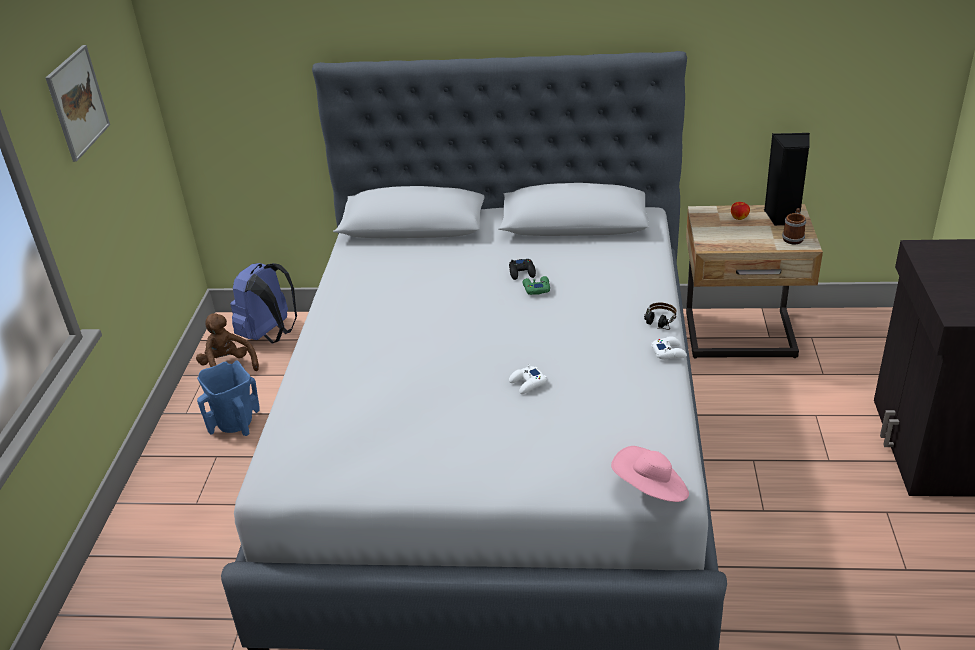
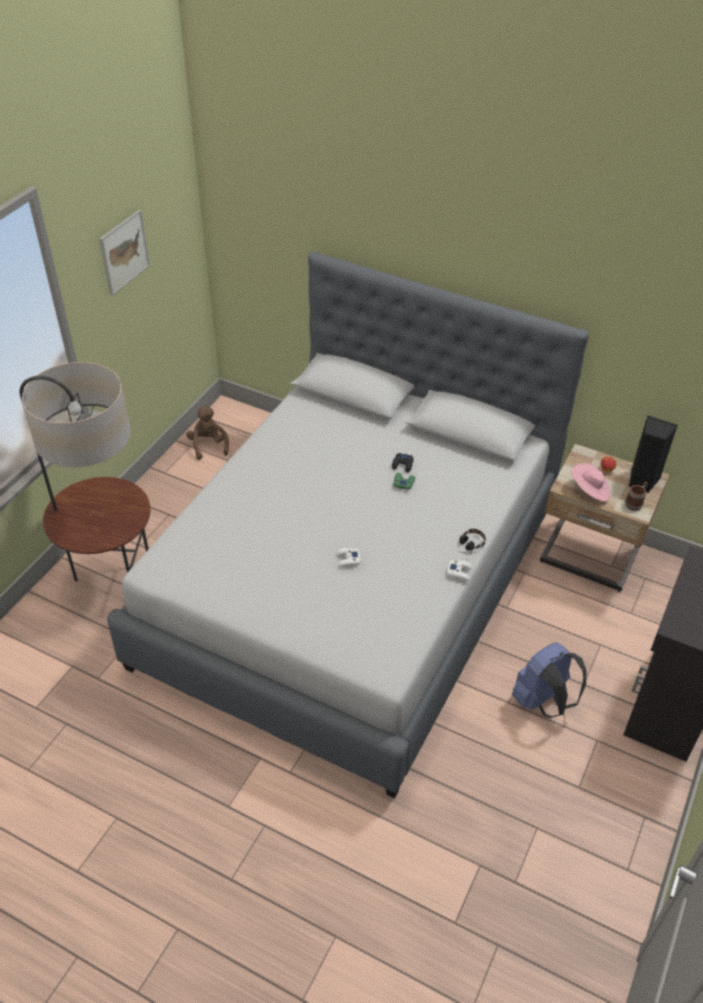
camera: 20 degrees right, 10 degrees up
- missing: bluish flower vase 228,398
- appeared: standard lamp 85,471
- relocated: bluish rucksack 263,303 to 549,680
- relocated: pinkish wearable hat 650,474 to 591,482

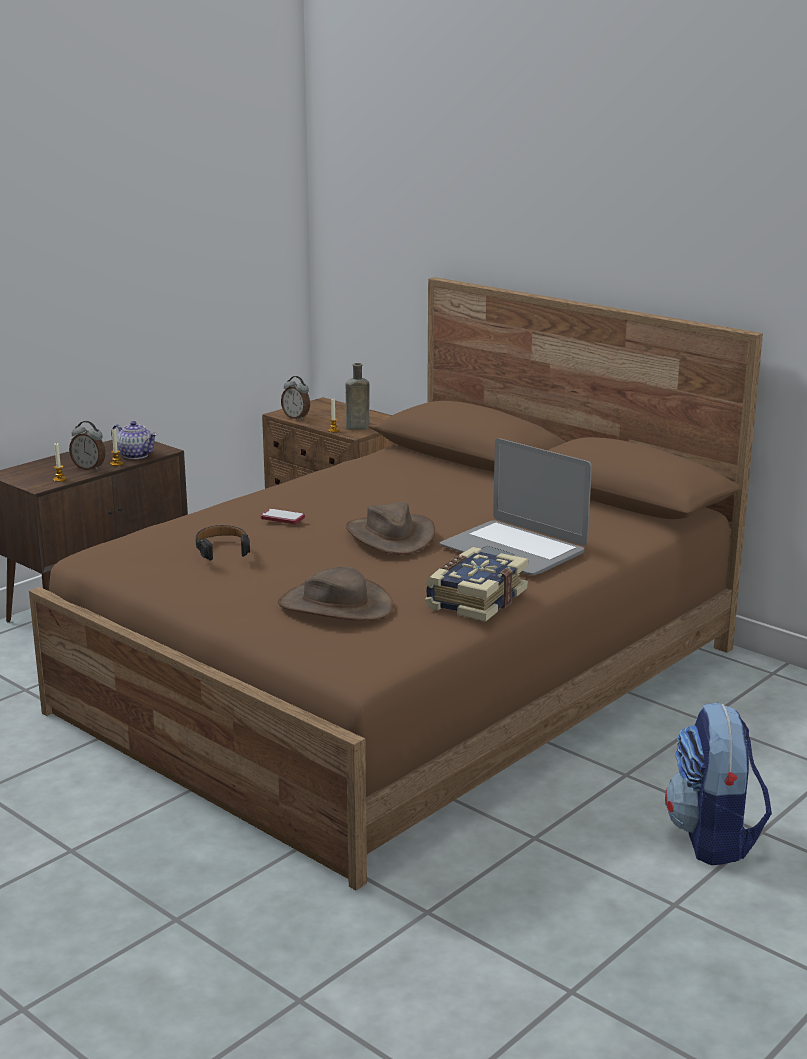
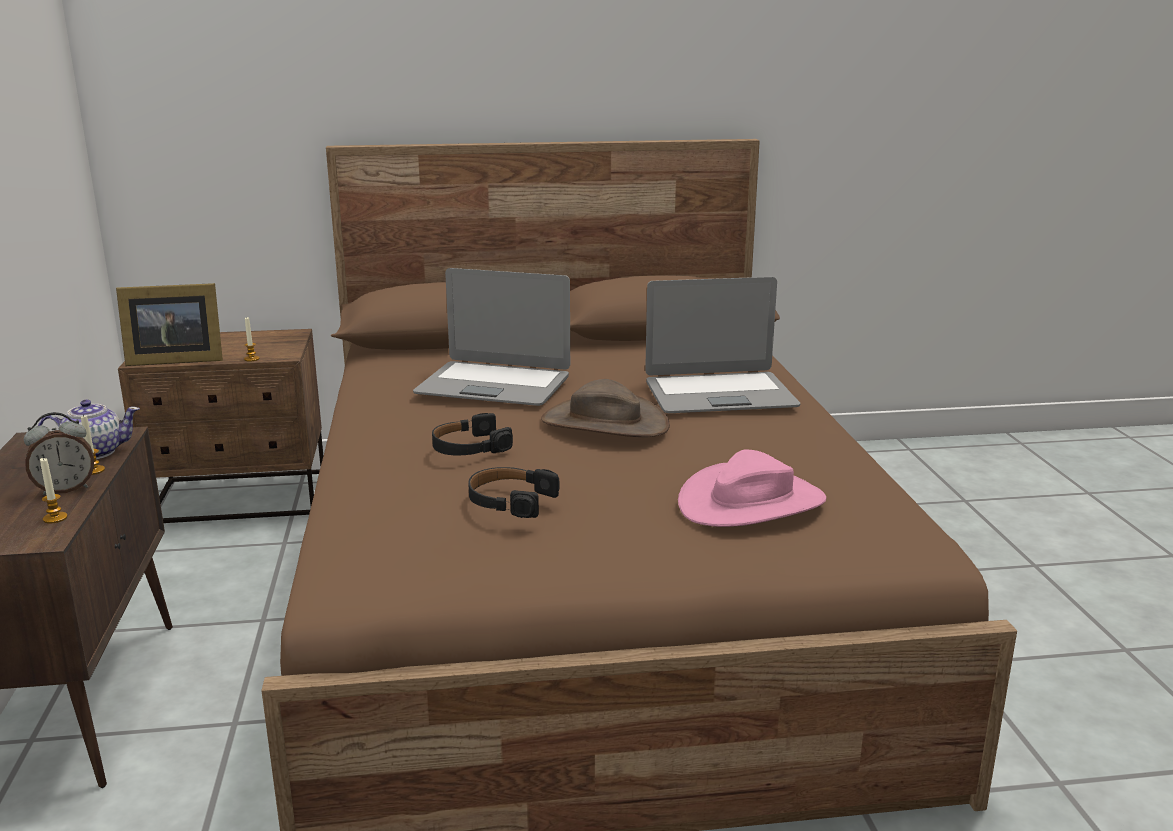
camera: 50 degrees left, 0 degrees up
- missing: brownish drink bottle 358,396
- missing: volume 476,584
- missing: rucksack 718,783
- appeared: portable computer 491,337
- exchanged: telephone 283,516 to black pair of headphones 472,434
- exchanged: table clock 295,398 to picture frame 169,324
- colour: brownish wearable hat 336,594 to pinkish wearable hat 752,488

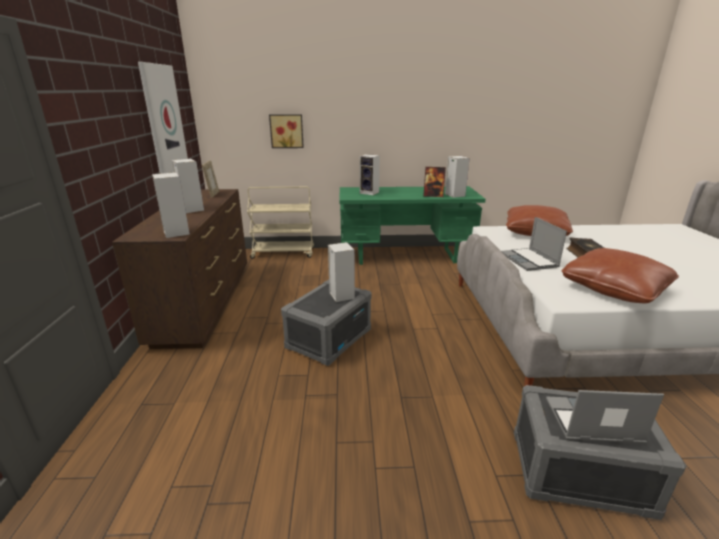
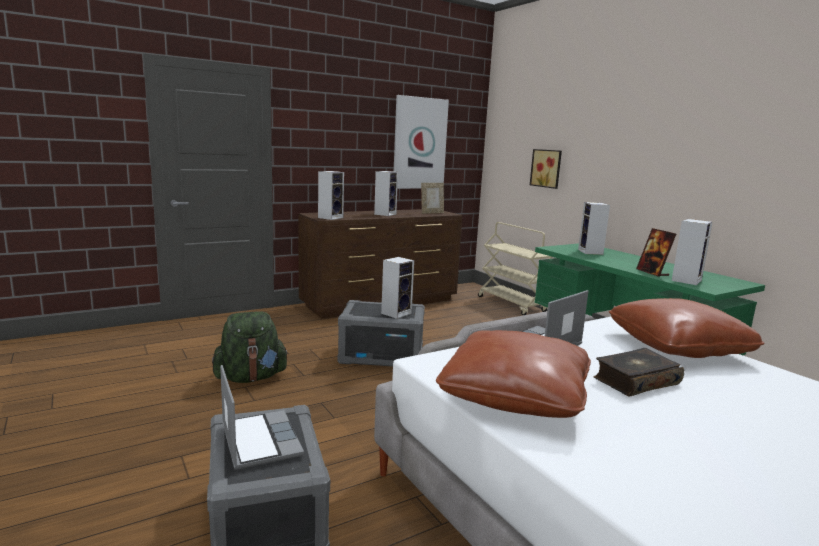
camera: 60 degrees right, 10 degrees down
- appeared: green-coloured rucksack 250,347

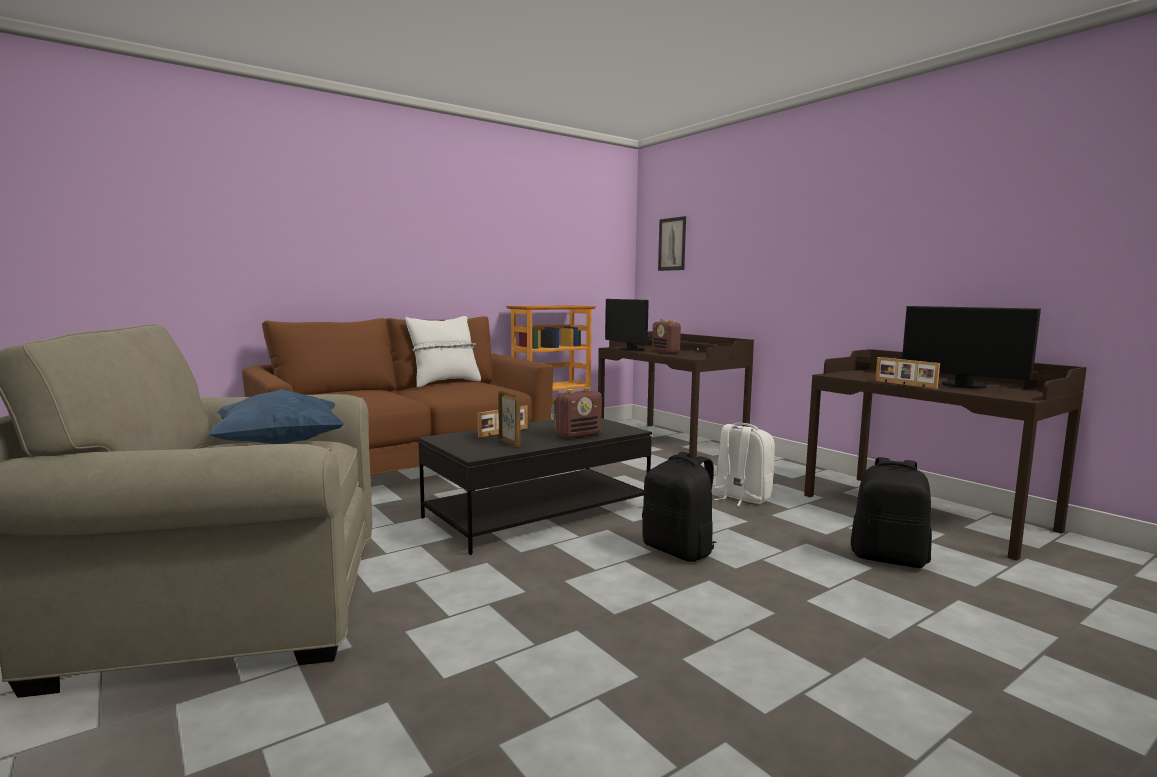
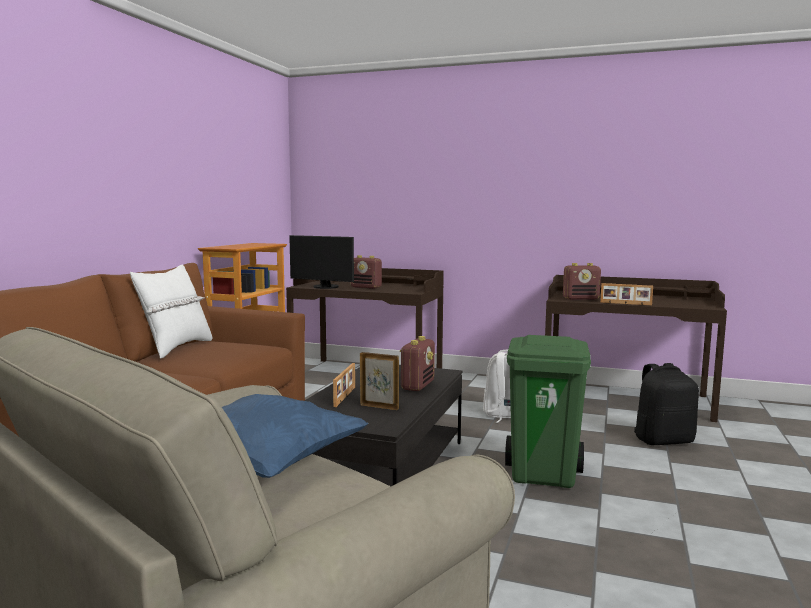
camera: 35 degrees left, 0 degrees up
- missing: wall art 672,243
- missing: computer screen 971,347
- appeared: radio receiver 582,281
- exchanged: black rucksack 679,507 to green-coloured rubbish bin 548,411

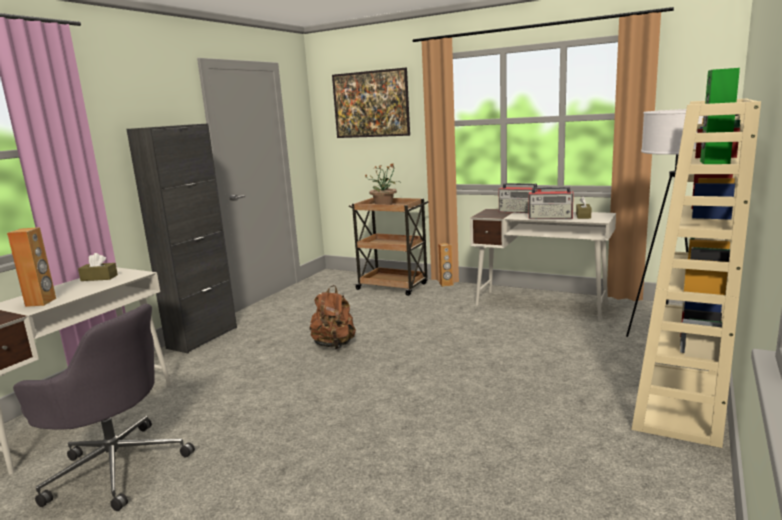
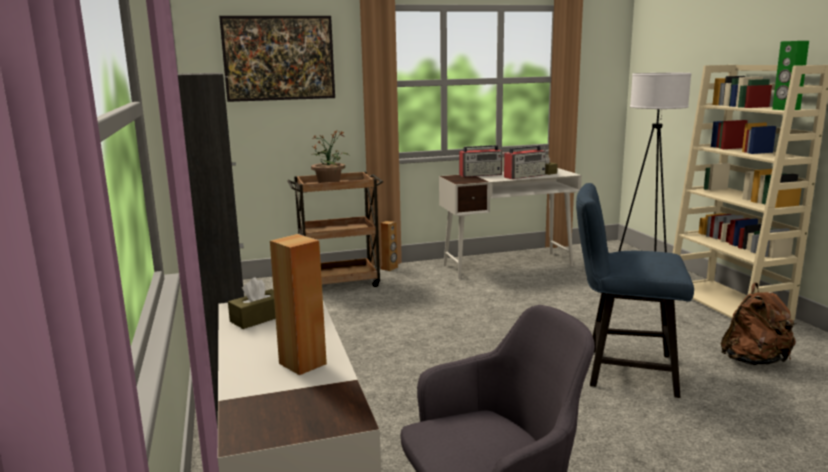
camera: 45 degrees left, 0 degrees up
- appeared: bluish chair 635,290
- relocated: brownish rucksack 332,317 to 758,324

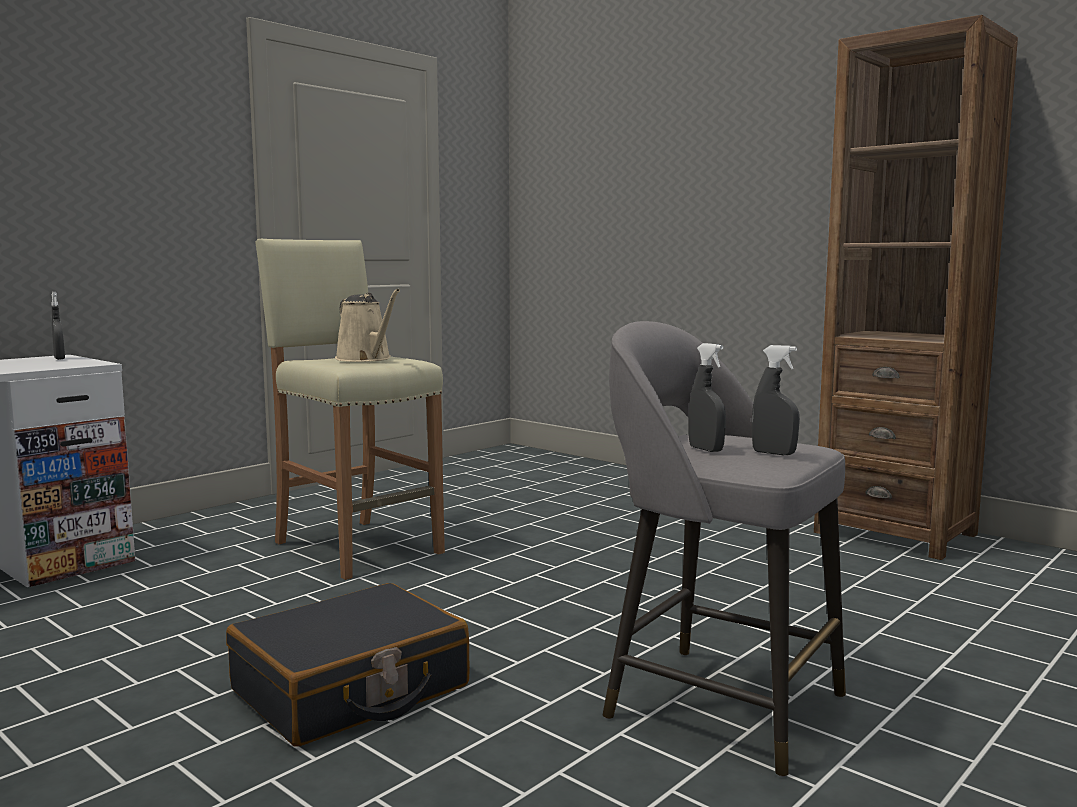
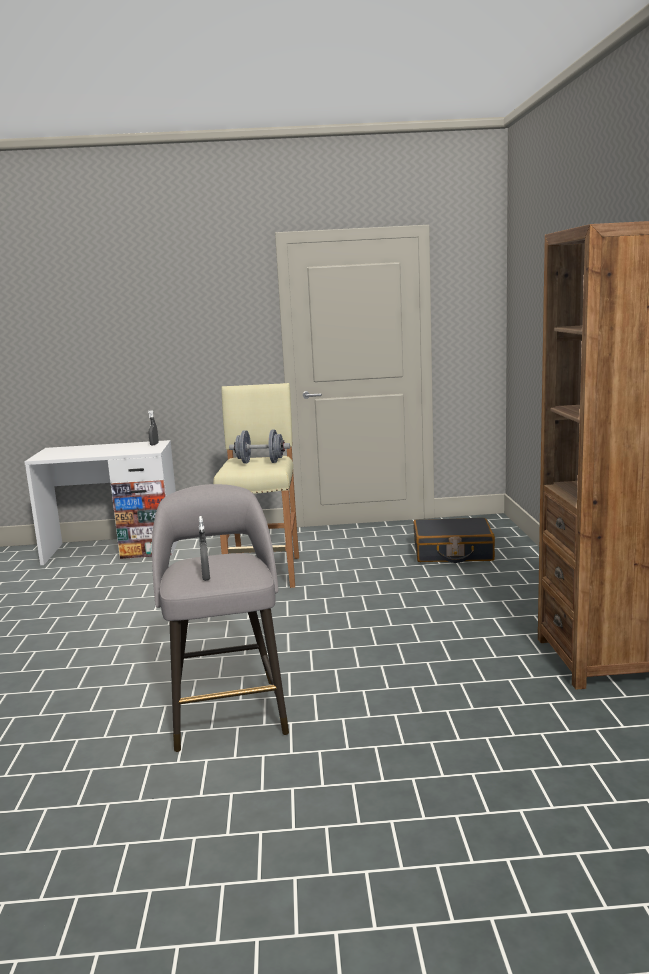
camera: 45 degrees right, 5 degrees up
- missing: gray sprayer 707,397
- relocated: black travel case 348,664 to 454,540
- exchanged: sand-coloured watering can 367,325 to gray dumbbell 259,446

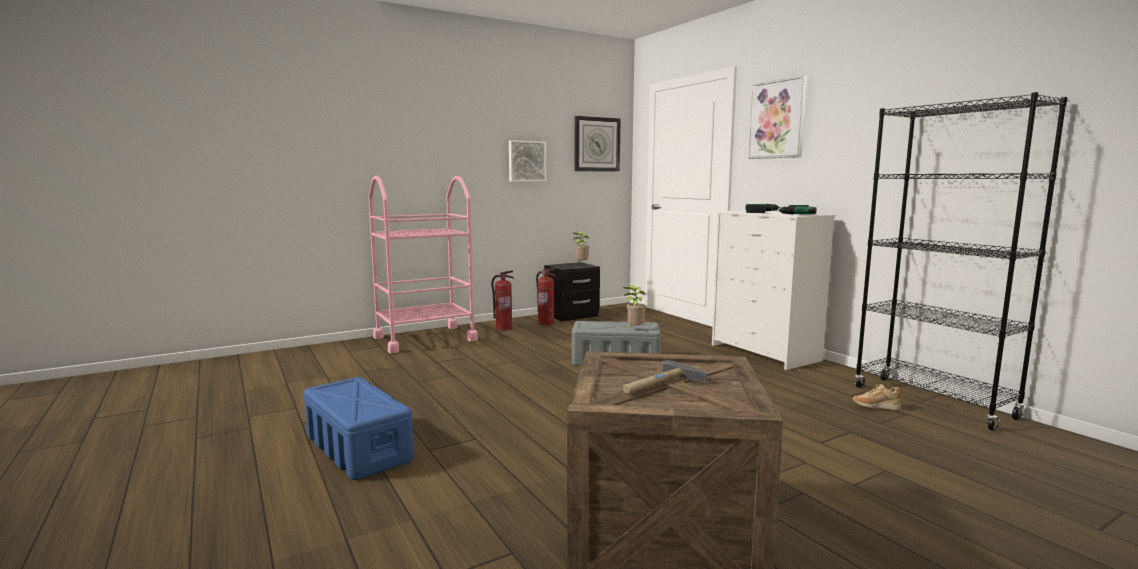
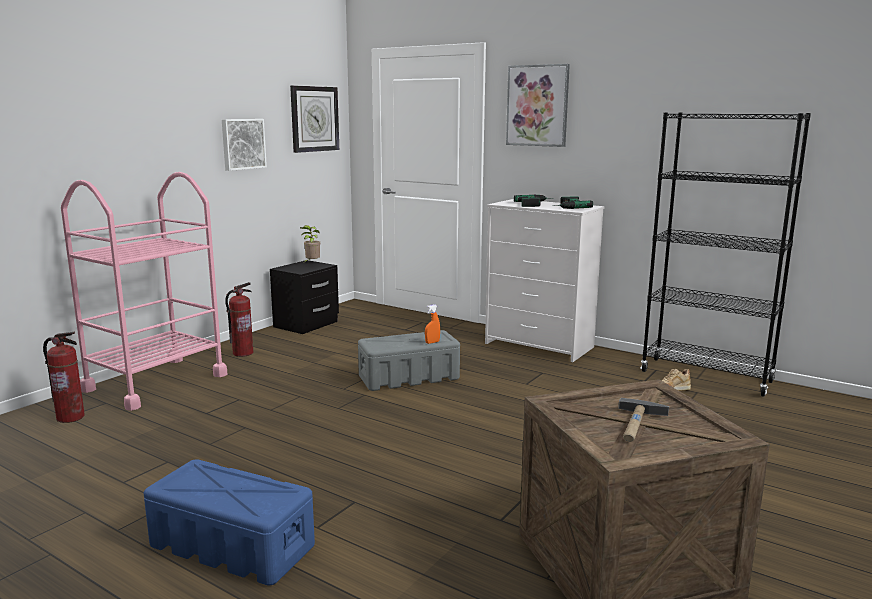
camera: 25 degrees left, 5 degrees up
- relocated: fire-fighting cylinder 545,296 to 64,377
- exchanged: houseplant 634,306 to orangey sprayer 432,324

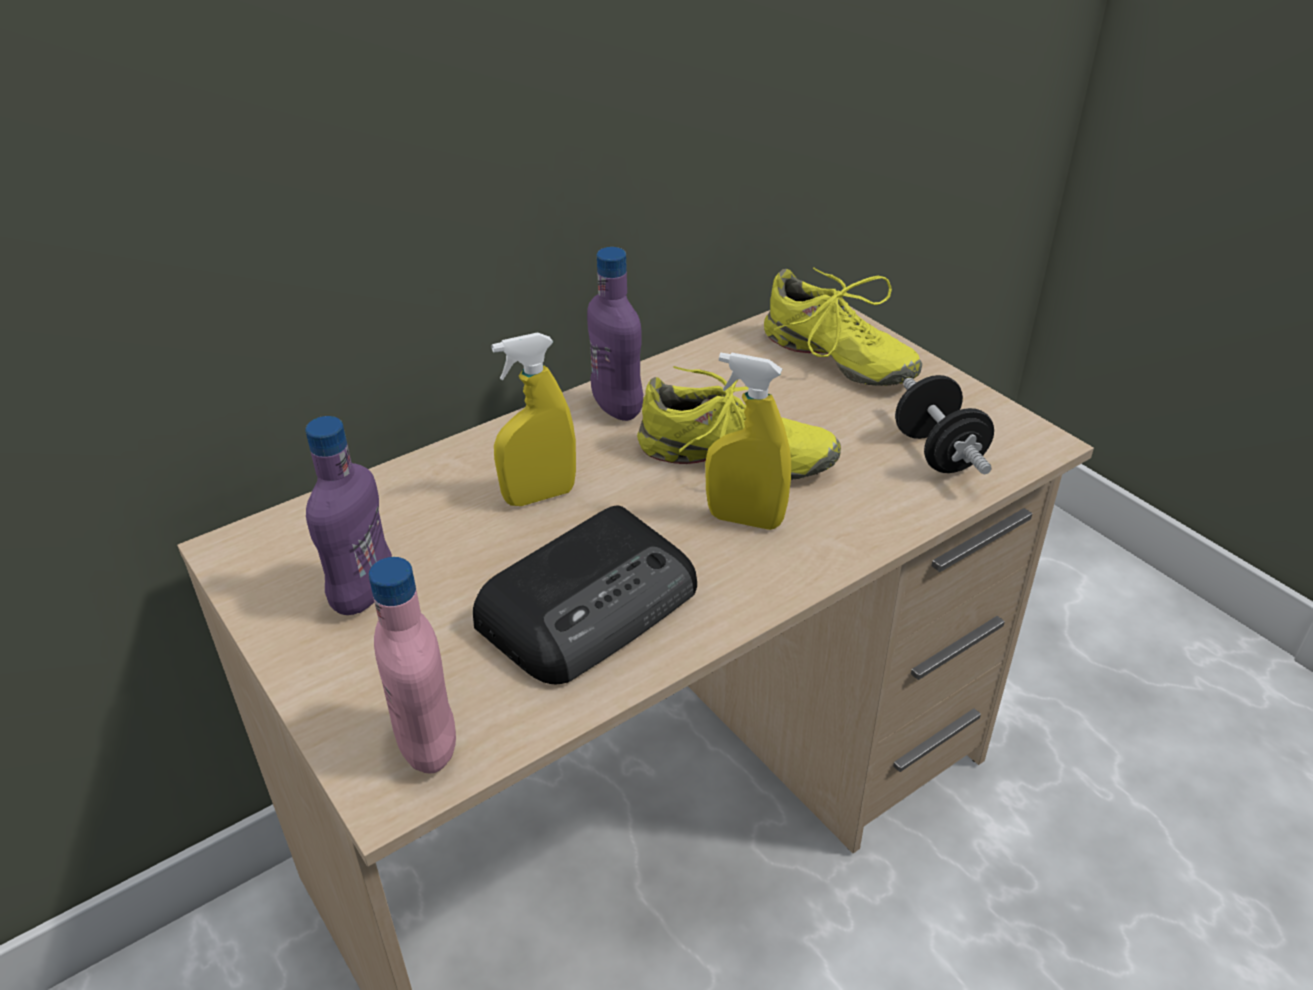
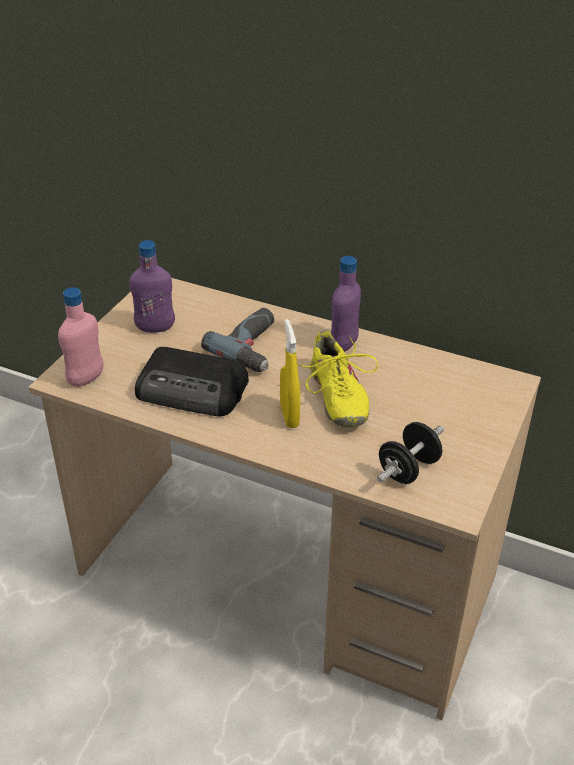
camera: 60 degrees right, 0 degrees up
- missing: yellow-coloured shoe 843,326
- exchanged: yellow-coloured sprayer 533,419 to electric drill 237,340

